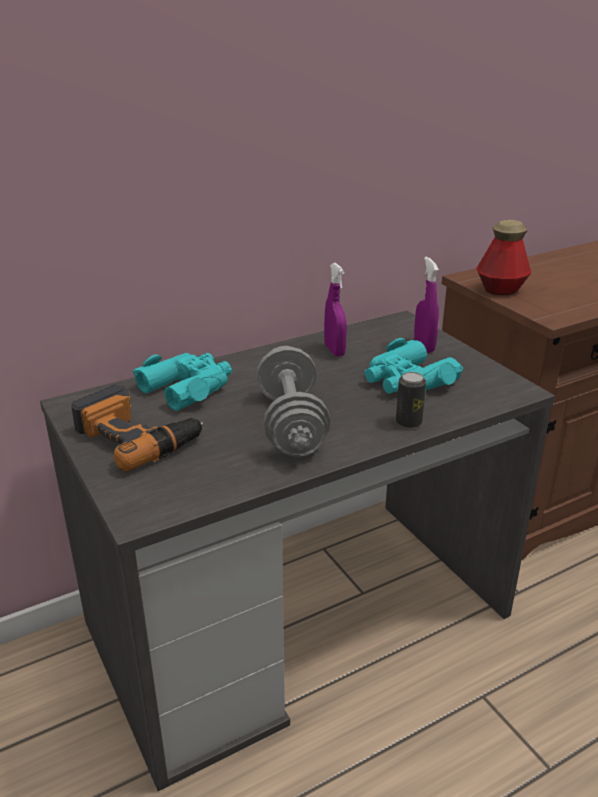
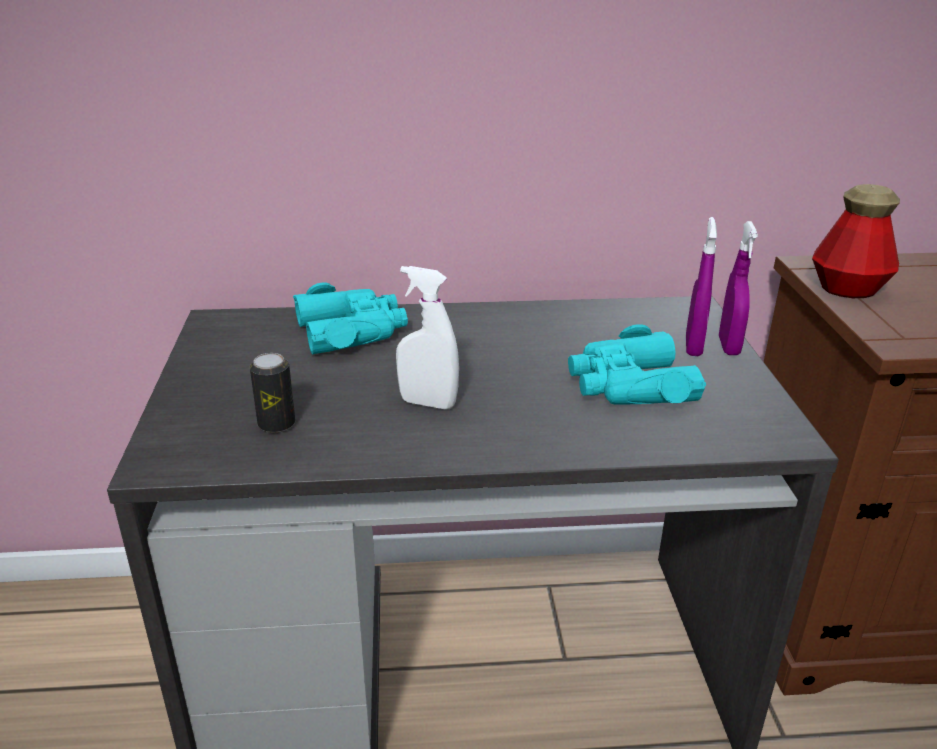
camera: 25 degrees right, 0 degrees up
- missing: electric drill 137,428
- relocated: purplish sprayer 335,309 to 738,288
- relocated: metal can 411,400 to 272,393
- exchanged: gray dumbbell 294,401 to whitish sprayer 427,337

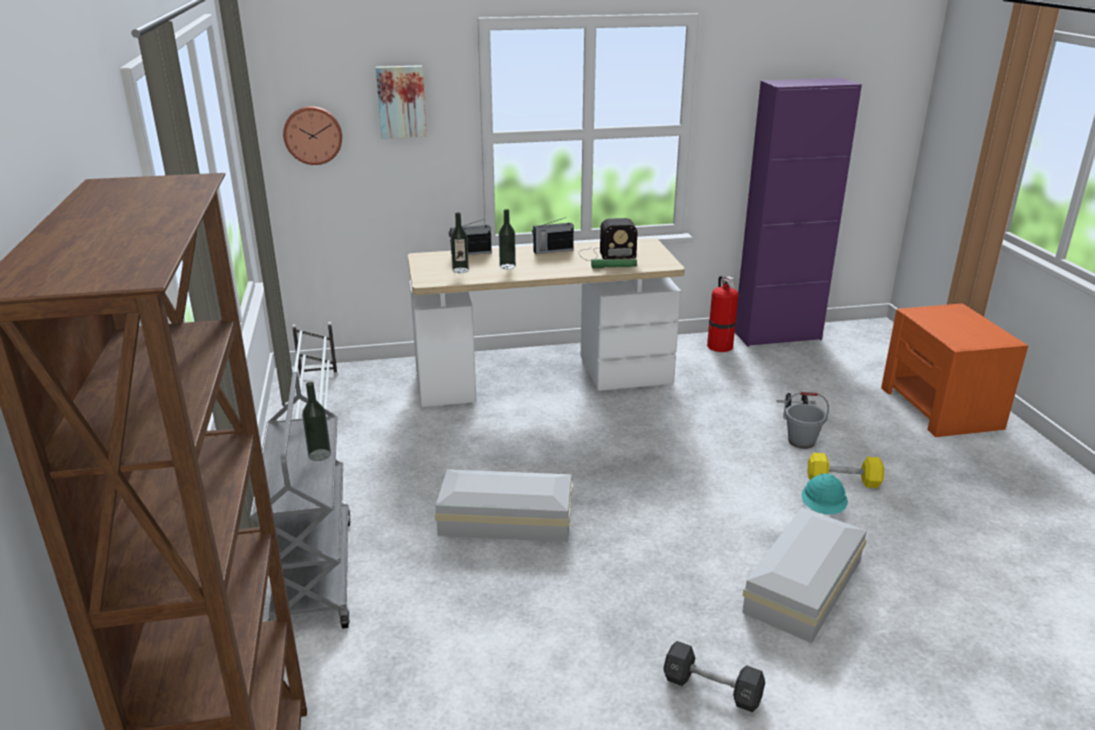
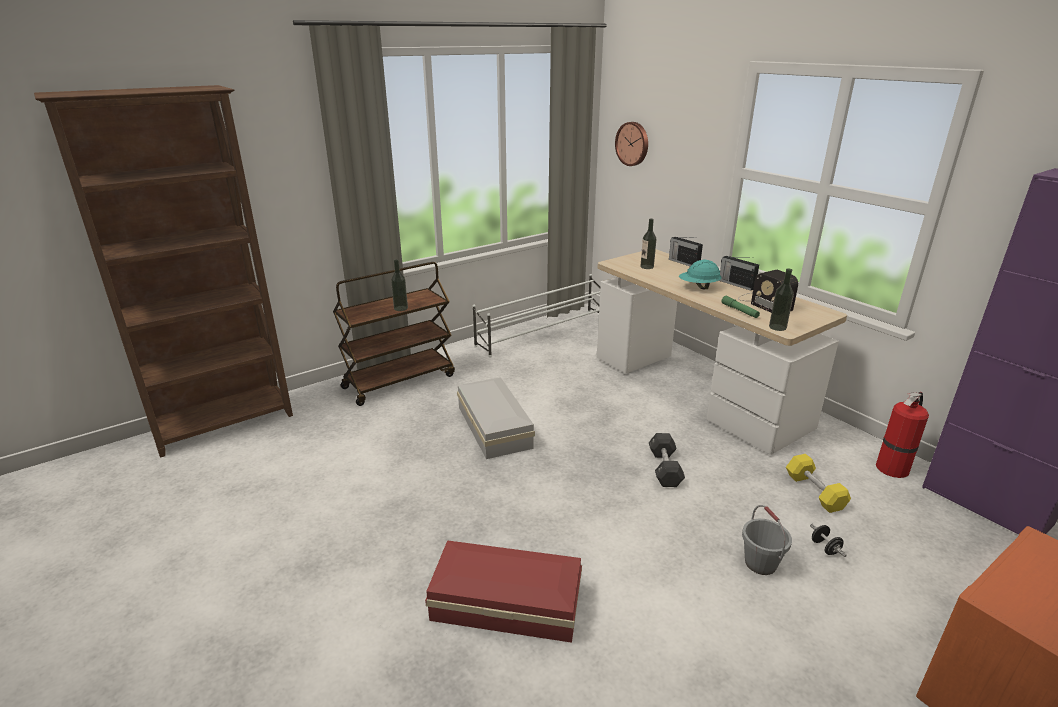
camera: 65 degrees right, 0 degrees up
- missing: wall art 401,102
- relocated: drink bottle 507,239 to 781,299
- relocated: black dumbbell 714,676 to 667,460
- relocated: blue-green work helmet 825,494 to 700,274
- relocated: yellow-coloured dumbbell 845,470 to 818,483
- colour: gray cart 300,500 to brownish cart 394,334
- colour: whitish storage container 804,575 to red-coloured storage container 503,591

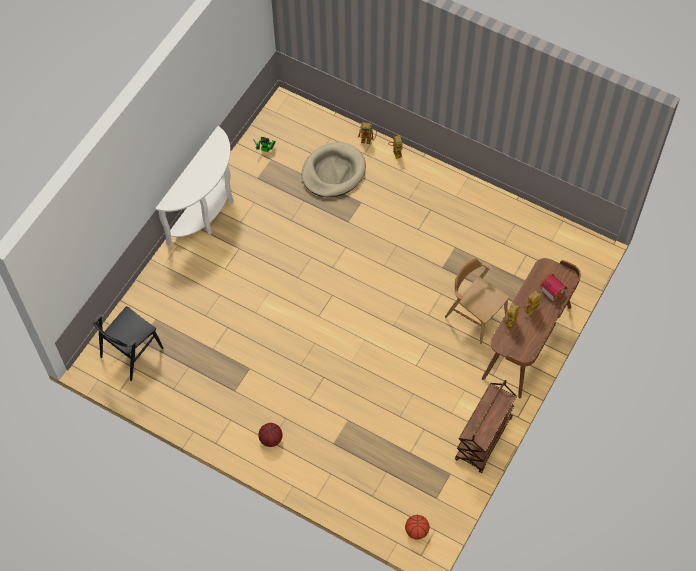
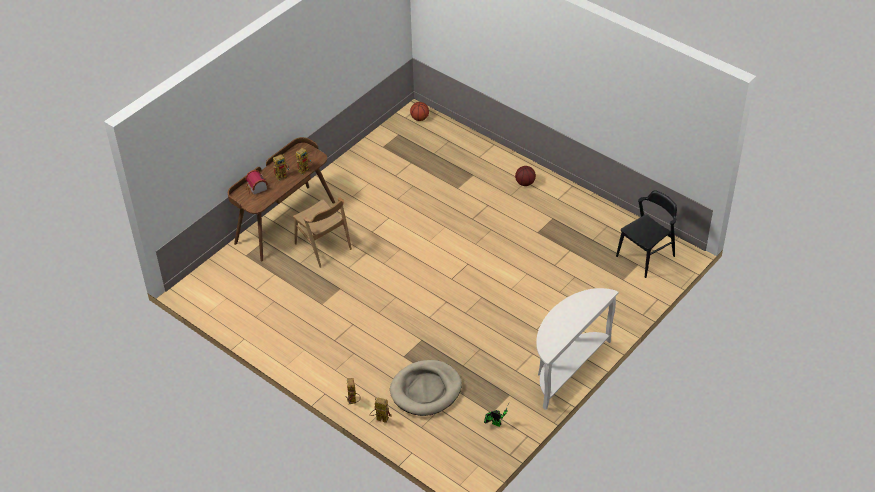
camera: 170 degrees left, 15 degrees down
- missing: brownish cart 486,426

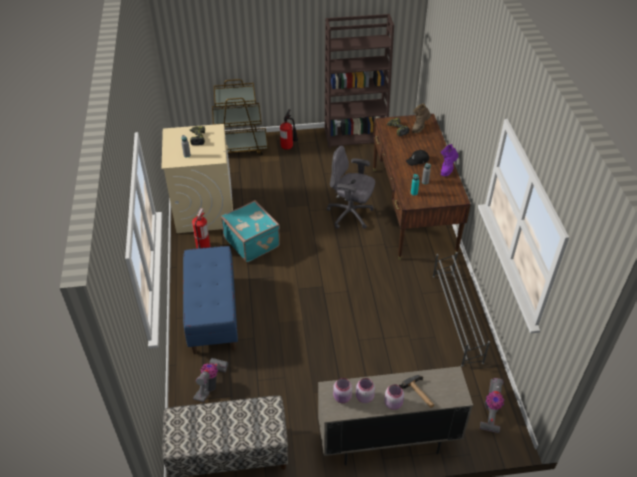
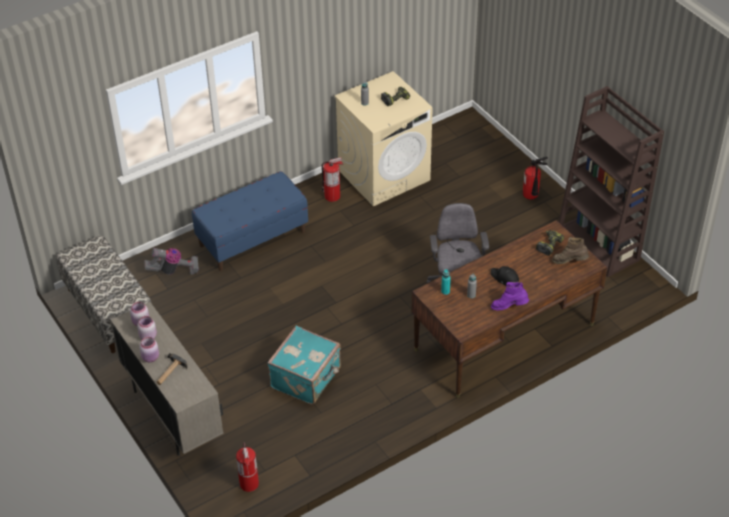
camera: 65 degrees right, 0 degrees up
- missing: brownish cart 240,117
- missing: gray shoe shelf 461,309
- relocated: blue-green travel case 250,231 to 304,364
- exchanged: hoover 492,405 to fire-fighting cylinder 247,467

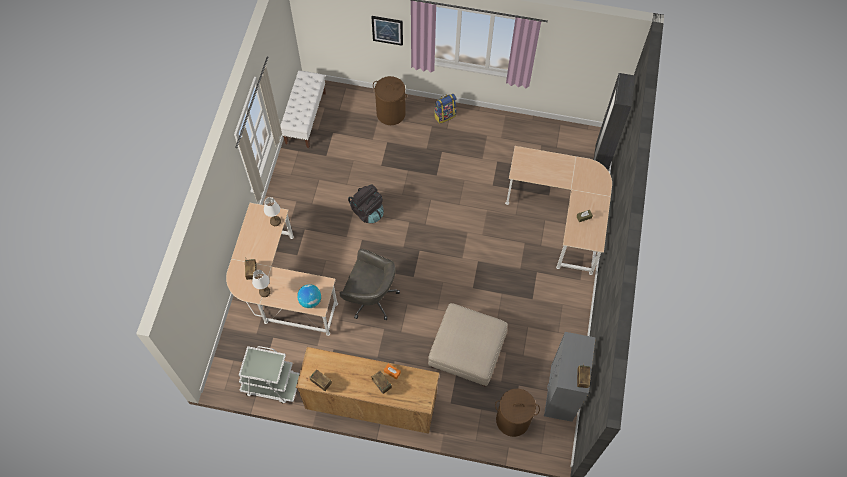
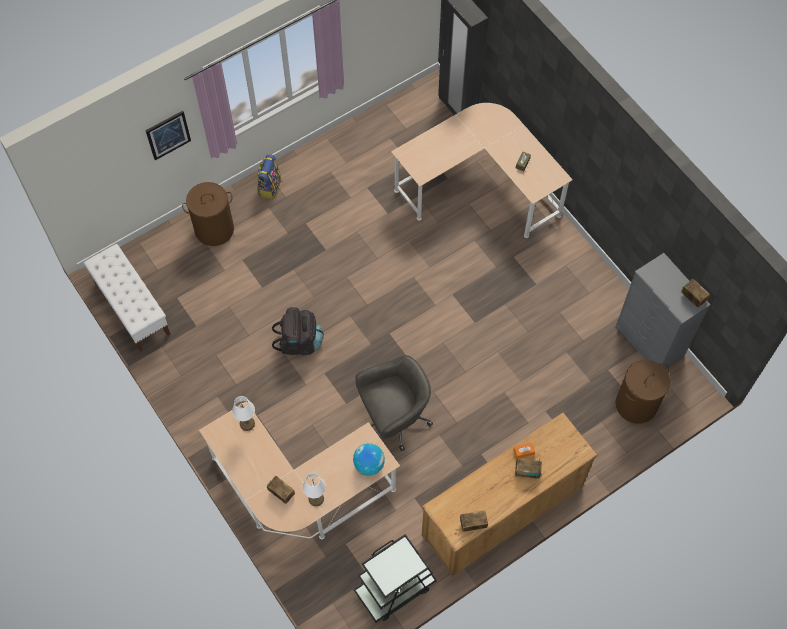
camera: 45 degrees left, 0 degrees up
- missing: sand-coloured footrest 468,344
- colour: whitish cart 269,374 to black cart 395,578

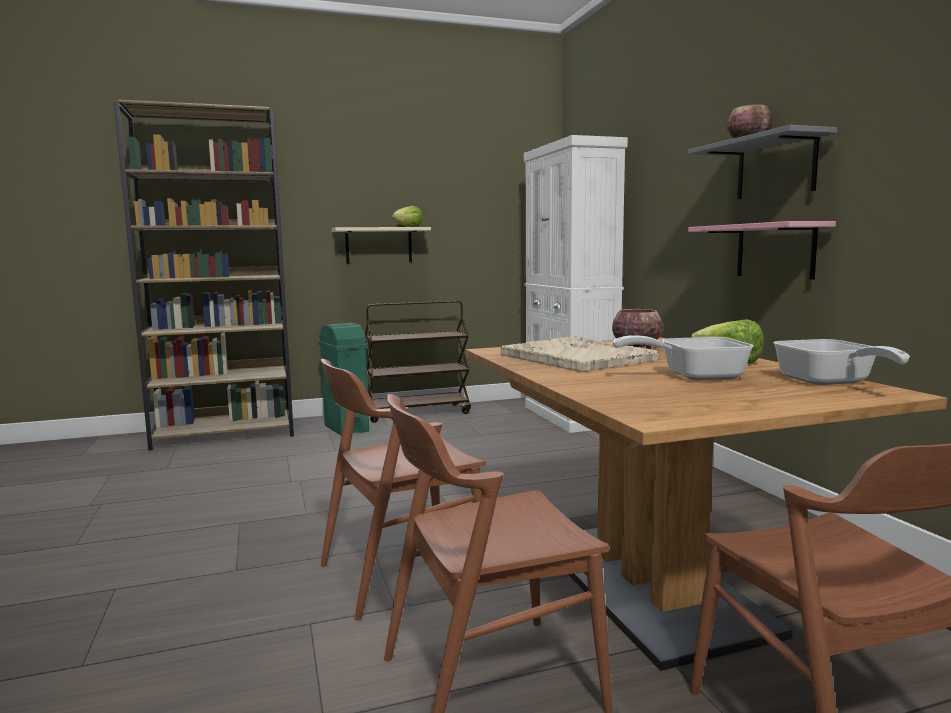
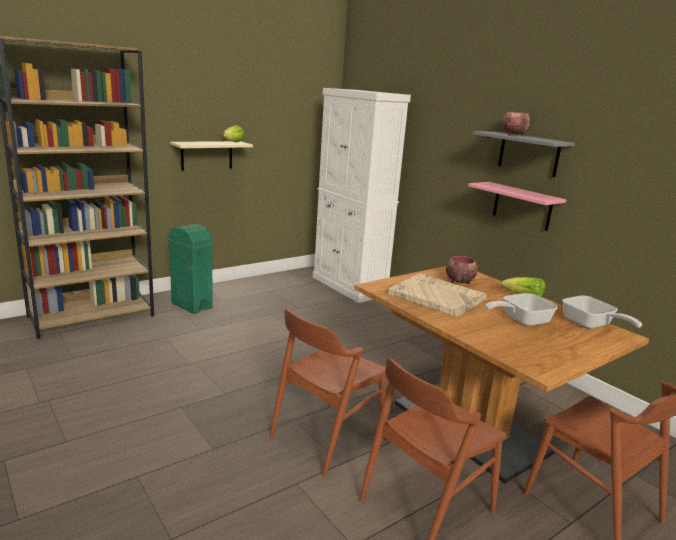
camera: 20 degrees left, 10 degrees up
- missing: brownish cart 418,362

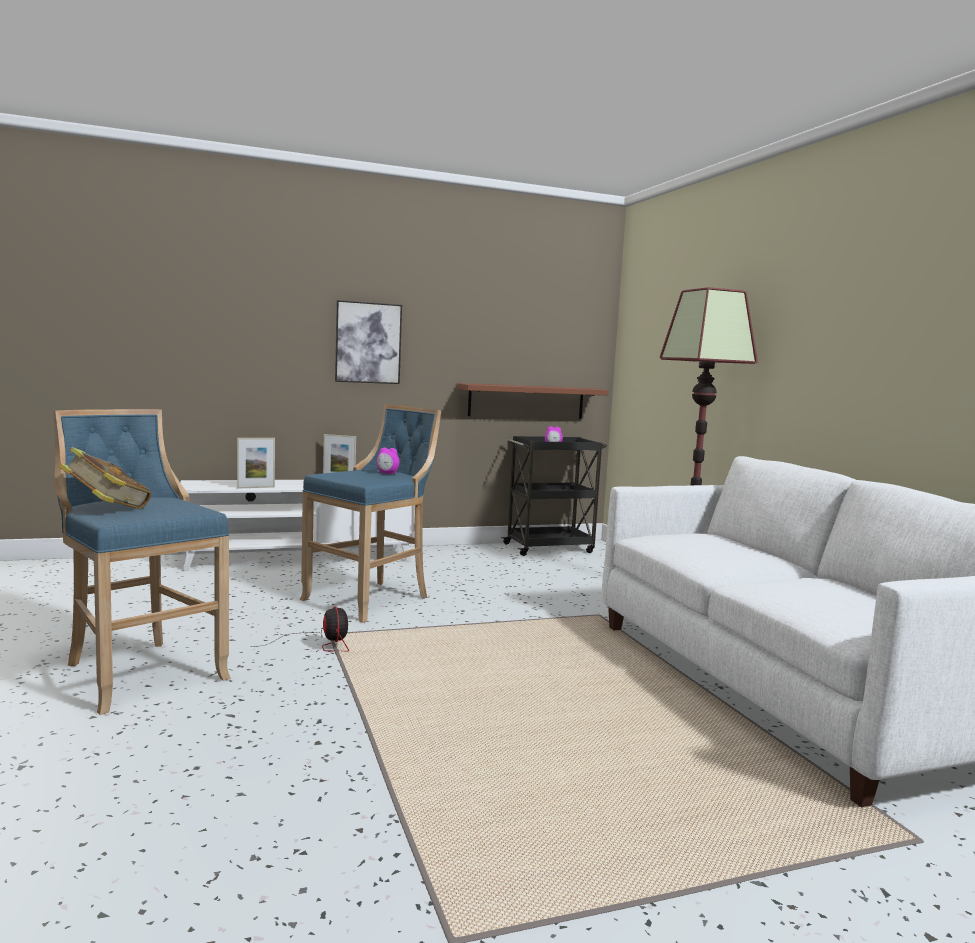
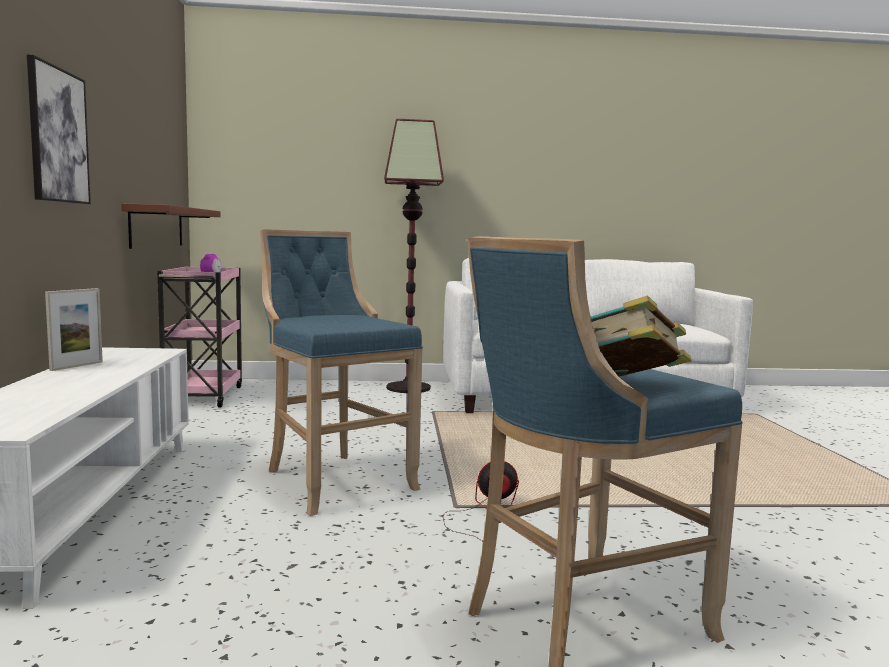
camera: 75 degrees left, 0 degrees up
- missing: picture frame 256,463
- missing: table clock 388,460
- colour: black cart 554,496 to pinkish cart 199,337

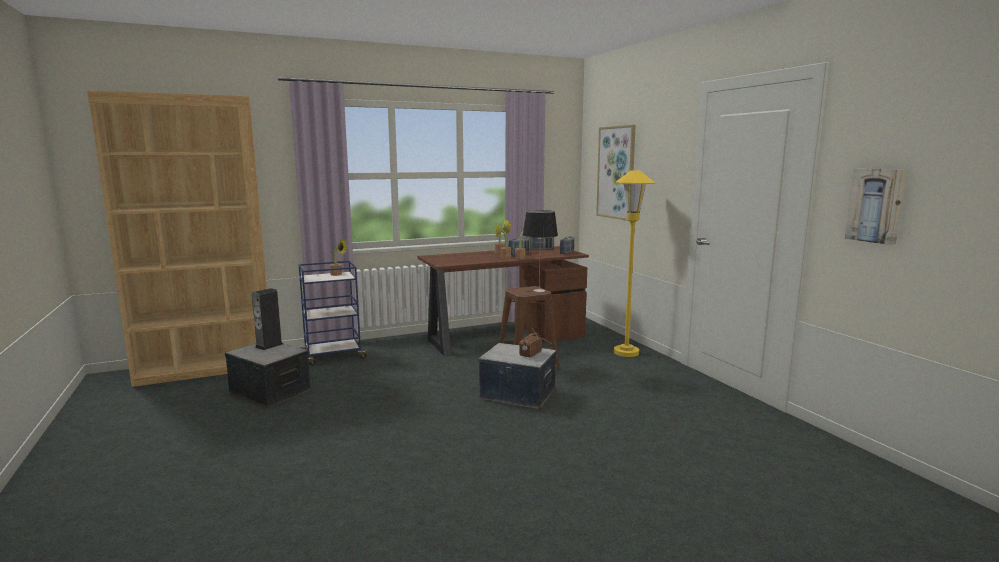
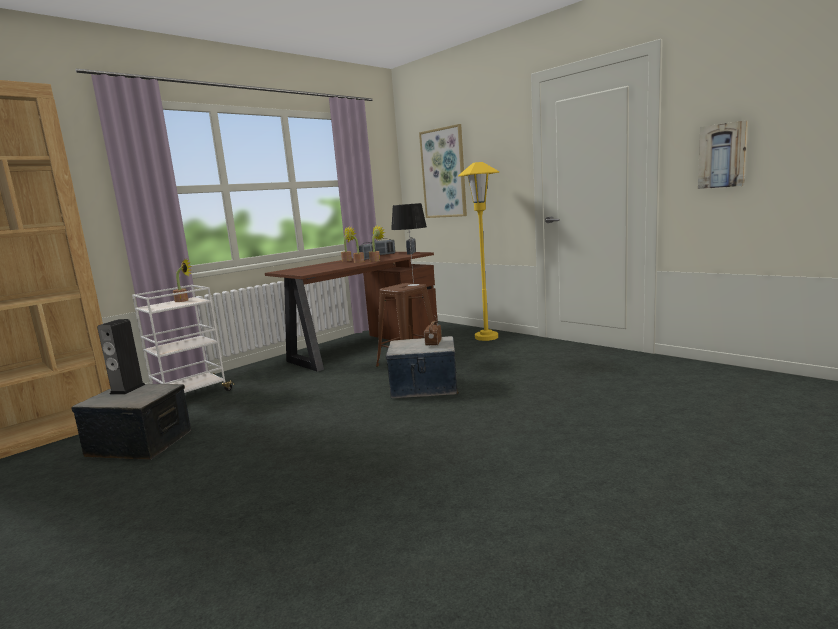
camera: 20 degrees left, 0 degrees up
- colour: bluish cart 334,313 to whitish cart 183,339

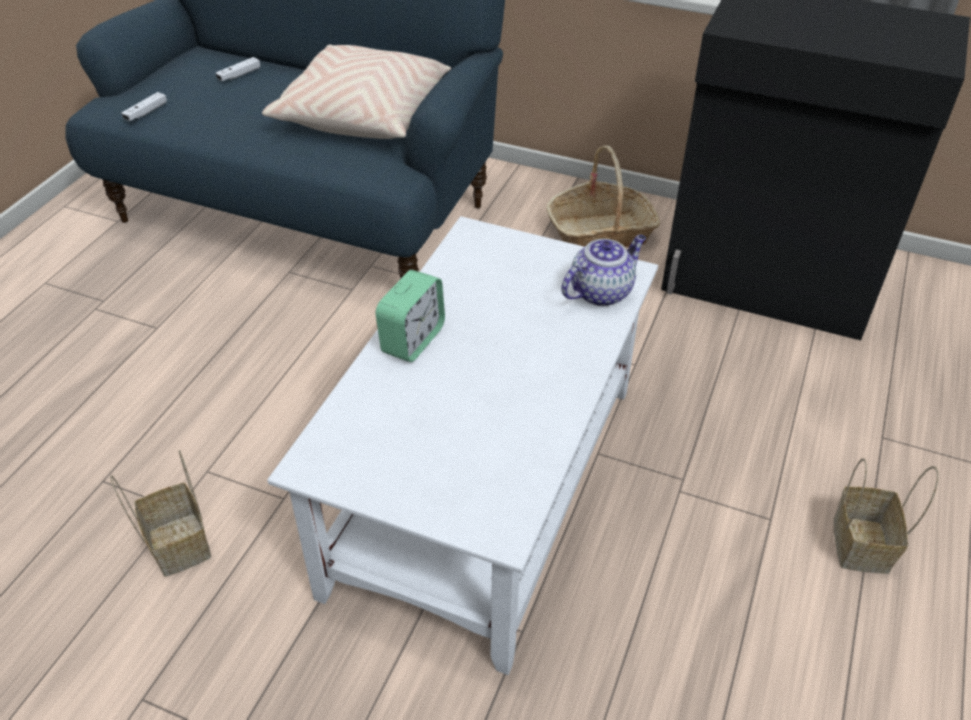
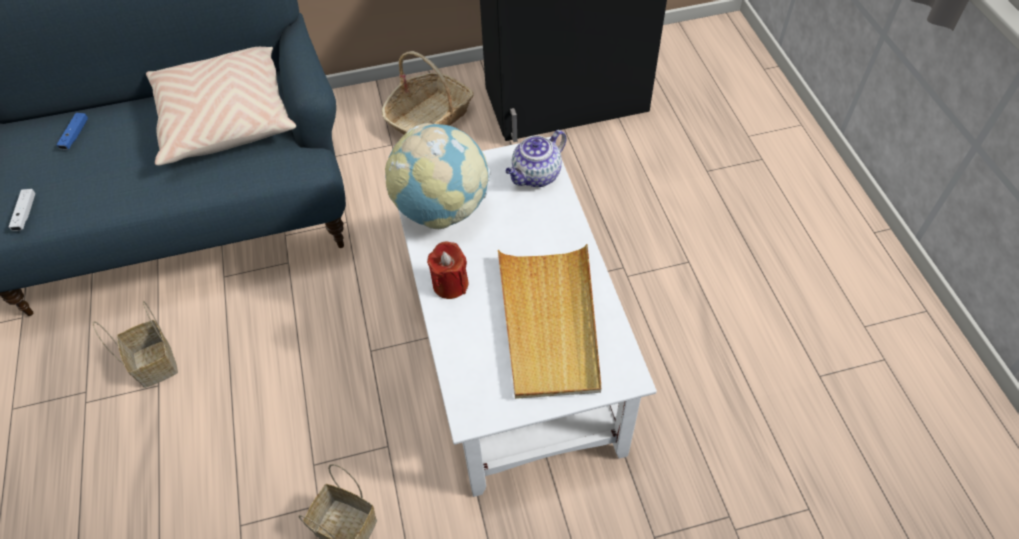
camera: 35 degrees left, 10 degrees up
- appeared: globe 437,176
- appeared: sand-coloured carrying tray 549,321
- relocated: basket 886,516 to 135,344
- exchanged: table clock 410,316 to red-coloured candle 447,270
- colour: whitish game controller 238,69 to bluish game controller 72,131
- spun: tea pot 603,270 = 535,158 150 degrees counterclockwise

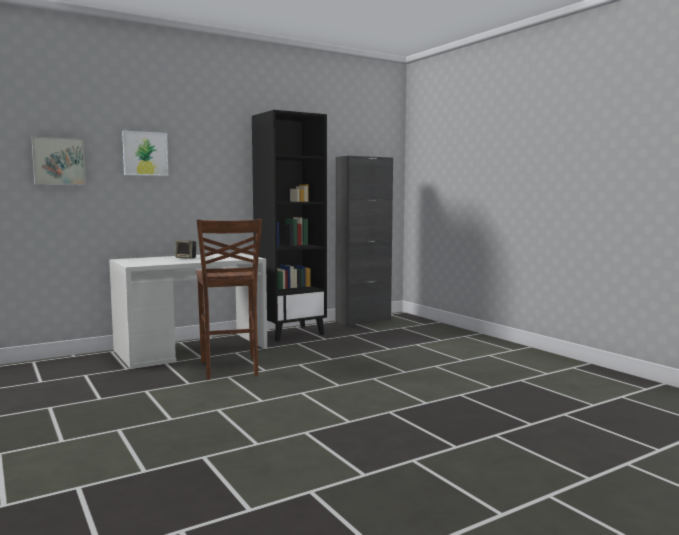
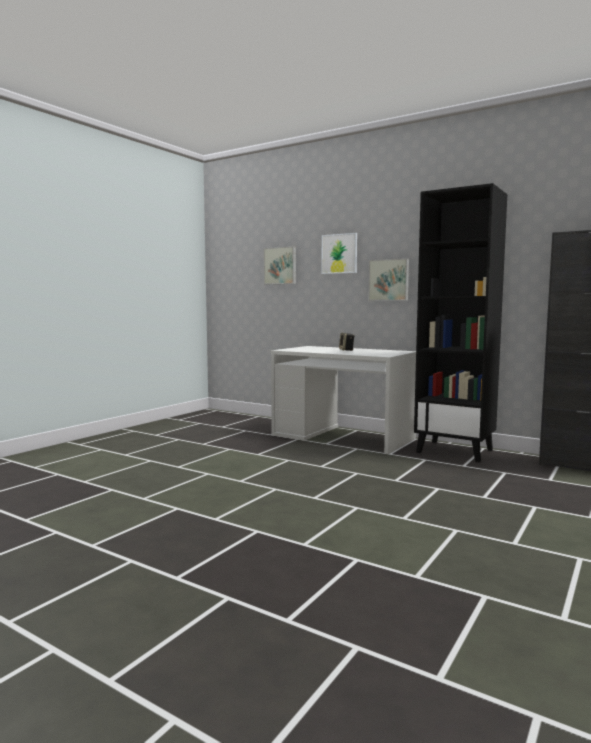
camera: 65 degrees right, 0 degrees up
- missing: brownish sitting stool 229,299
- appeared: wall art 388,279

